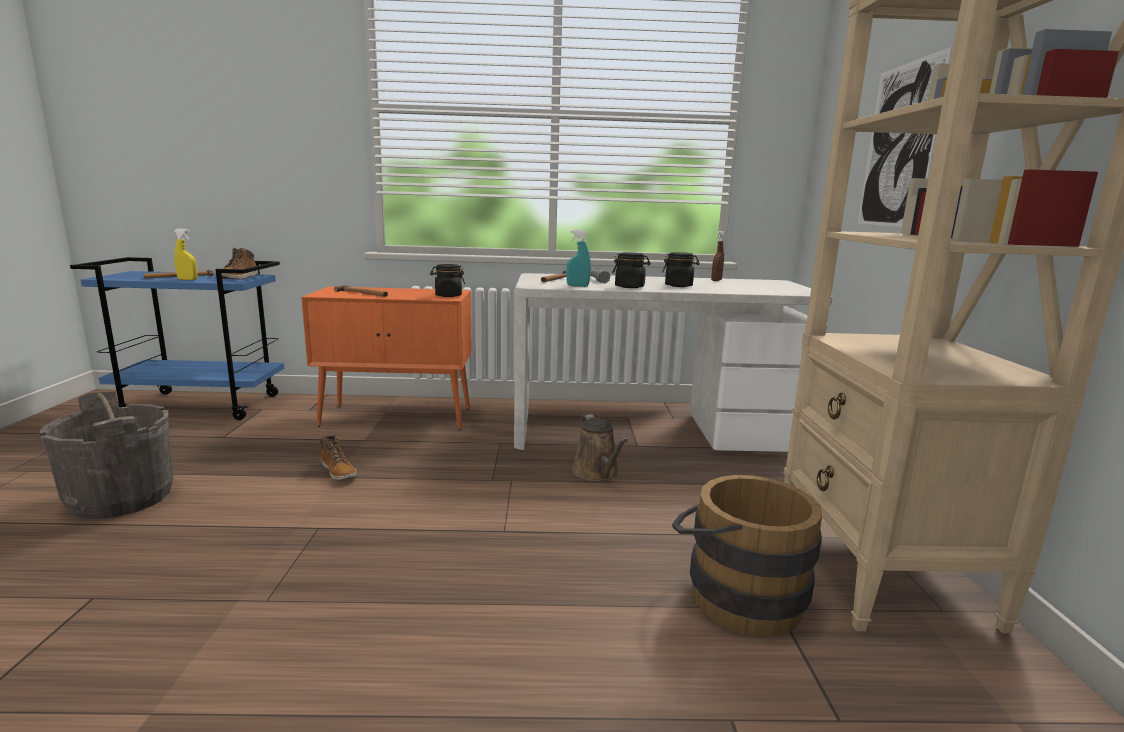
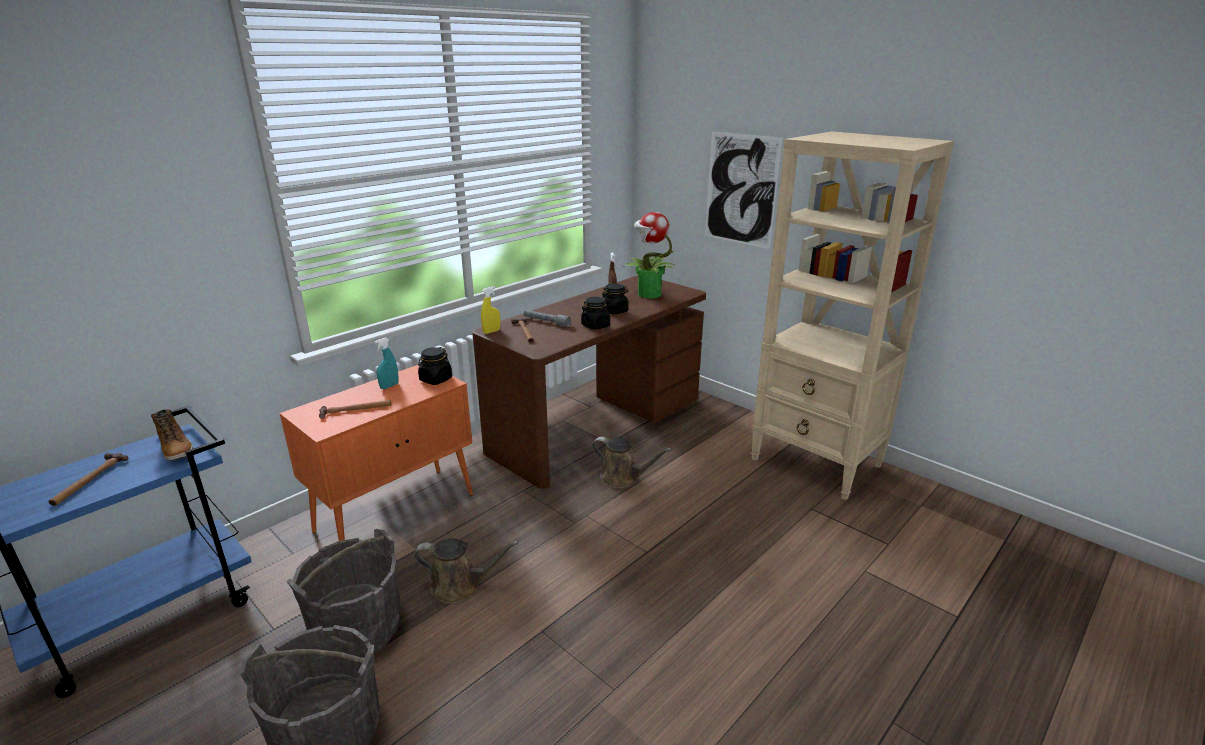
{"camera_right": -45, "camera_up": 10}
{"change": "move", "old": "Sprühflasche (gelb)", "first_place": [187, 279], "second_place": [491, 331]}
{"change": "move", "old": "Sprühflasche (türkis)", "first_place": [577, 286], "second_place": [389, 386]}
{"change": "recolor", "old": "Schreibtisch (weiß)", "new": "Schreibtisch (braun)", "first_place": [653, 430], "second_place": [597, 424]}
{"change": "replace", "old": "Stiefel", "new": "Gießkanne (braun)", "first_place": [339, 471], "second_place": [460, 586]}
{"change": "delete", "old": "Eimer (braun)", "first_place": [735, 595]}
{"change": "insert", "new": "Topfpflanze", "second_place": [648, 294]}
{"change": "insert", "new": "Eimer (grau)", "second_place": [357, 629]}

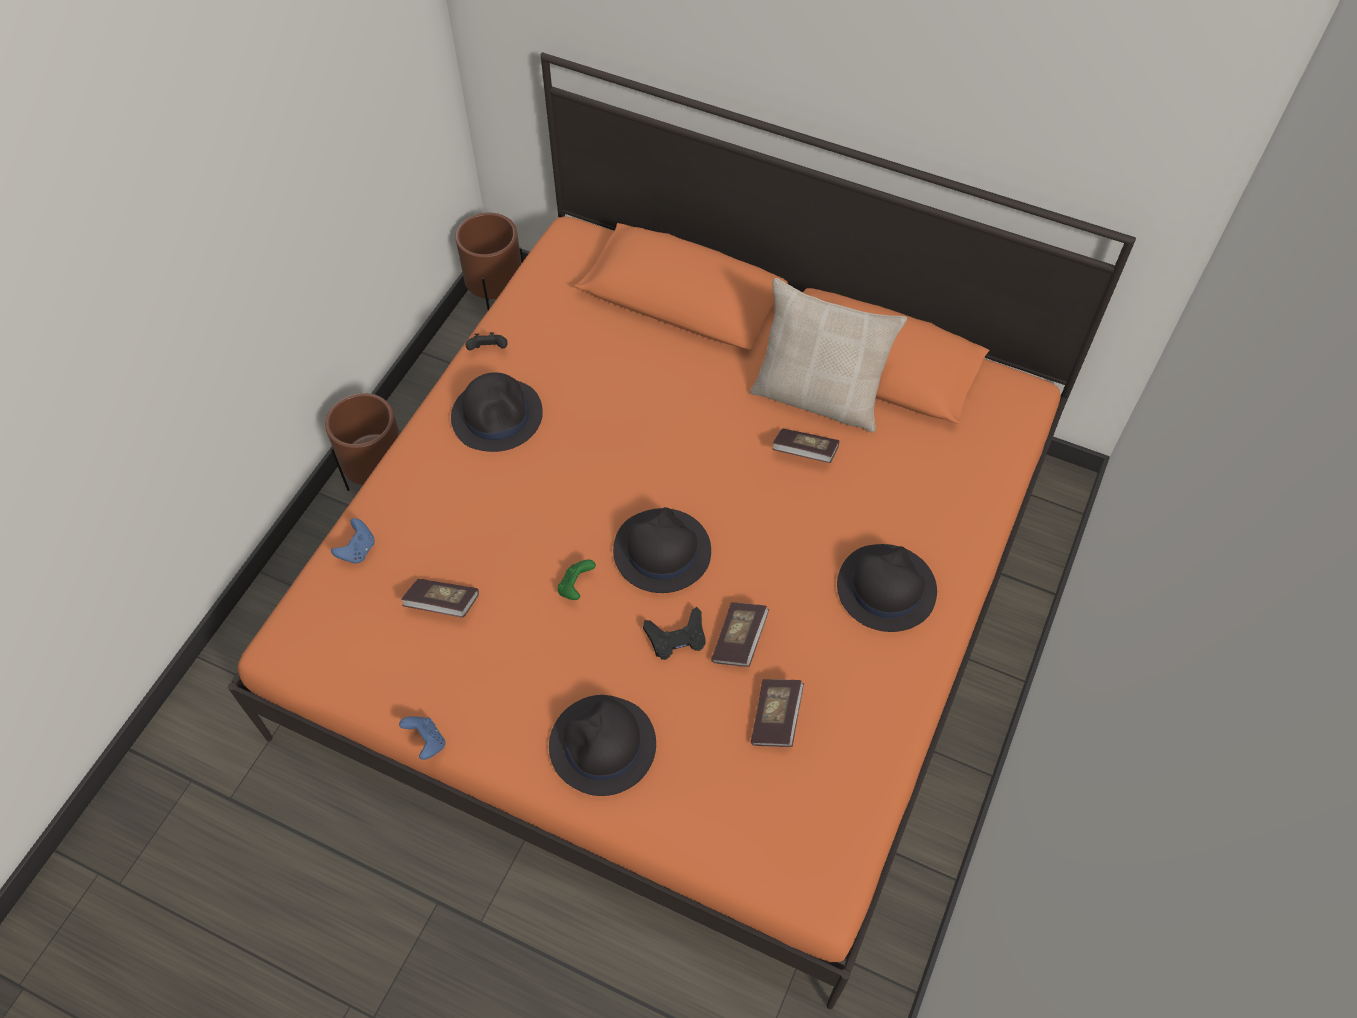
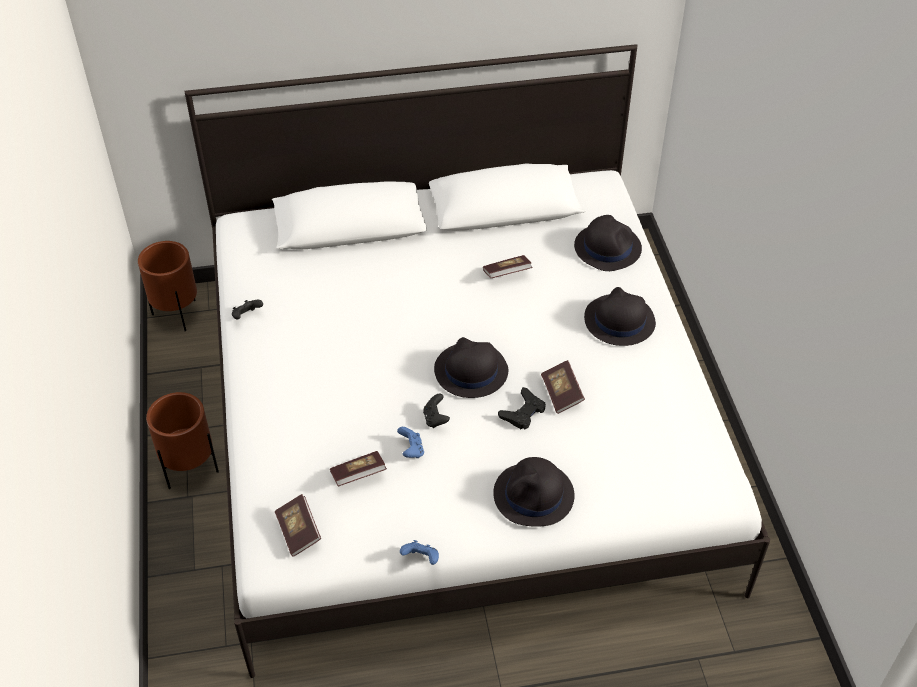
{"camera_right": -35, "camera_up": -10}
{"change": "recolor", "old": "Bett (orange)", "new": "Bett (weiß)", "first_place": [679, 590], "second_place": [459, 423]}
{"change": "delete", "old": "Kissen (beige)", "first_place": [818, 397]}
{"change": "move", "old": "Hut (schwarz)", "first_place": [497, 415], "second_place": [607, 247]}
{"change": "move", "old": "Gamepad (blau)", "first_place": [358, 550], "second_place": [411, 450]}
{"change": "recolor", "old": "Gamepad (grün)", "new": "Gamepad (schwarz)", "first_place": [576, 587], "second_place": [435, 419]}
{"change": "move", "old": "Buch", "first_place": [776, 718], "second_place": [298, 532]}

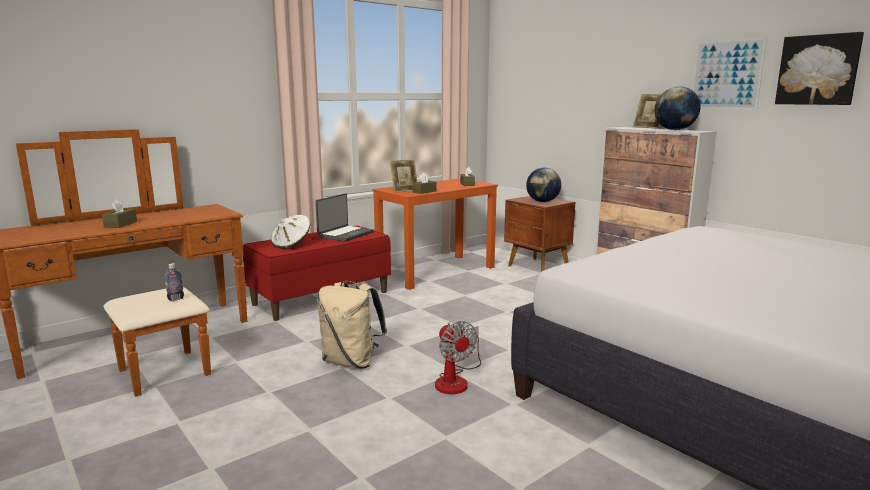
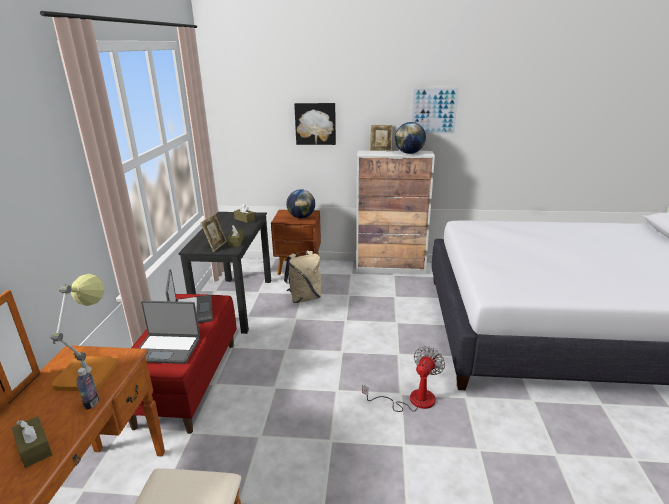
{"camera_right": -45, "camera_up": 10}
{"change": "move", "old": "Bild", "first_place": [818, 70], "second_place": [315, 123]}
{"change": "recolor", "old": "Schreibtisch (orange)", "new": "Schreibtisch (schwarz)", "first_place": [436, 271], "second_place": [236, 303]}
{"change": "replace", "old": "Hut (weiß)", "new": "Laptop", "first_place": [291, 244], "second_place": [167, 349]}
{"change": "move", "old": "Flasche", "first_place": [176, 299], "second_place": [92, 404]}
{"change": "move", "old": "Rucksack (beige)", "first_place": [351, 362], "second_place": [304, 298]}
{"change": "rotate", "old": "Ventilator", "first_place": [456, 380], "second_place": [412, 400], "degrees": -75}
{"change": "insert", "new": "Tischlampe", "second_place": [91, 369]}

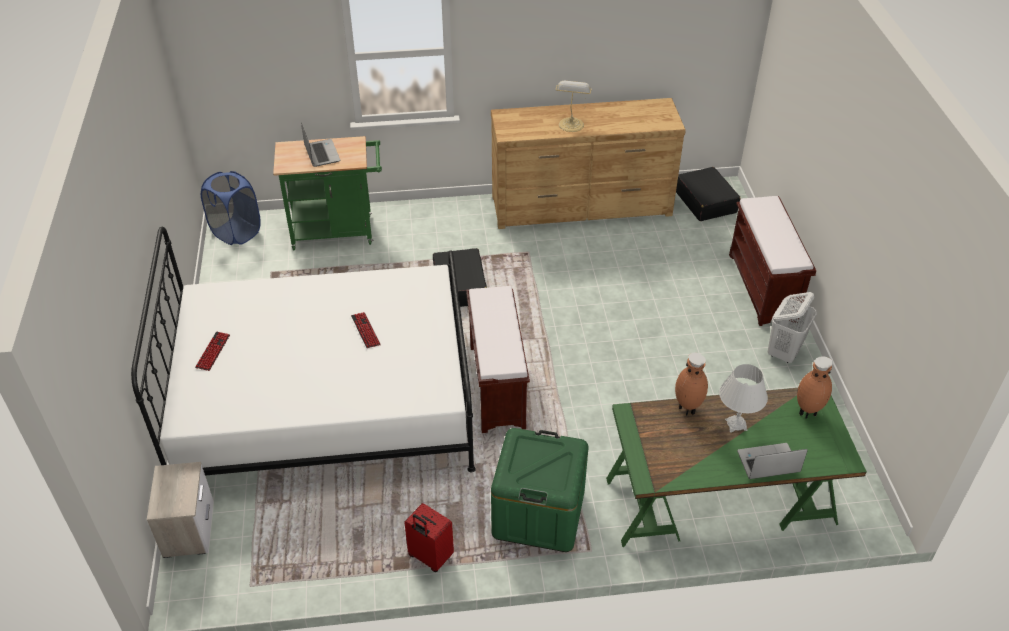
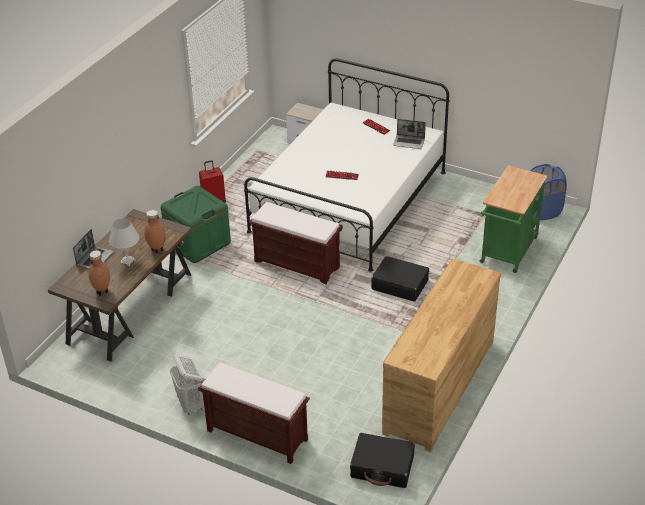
{"camera_right": 125, "camera_up": -5}
{"change": "delete", "old": "Tischlampe", "first_place": [571, 124]}
{"change": "move", "old": "Laptop", "first_place": [321, 154], "second_place": [409, 142]}
{"change": "recolor", "old": "Schreibtisch (grün)", "new": "Schreibtisch (braun)", "first_place": [720, 502], "second_place": [130, 308]}

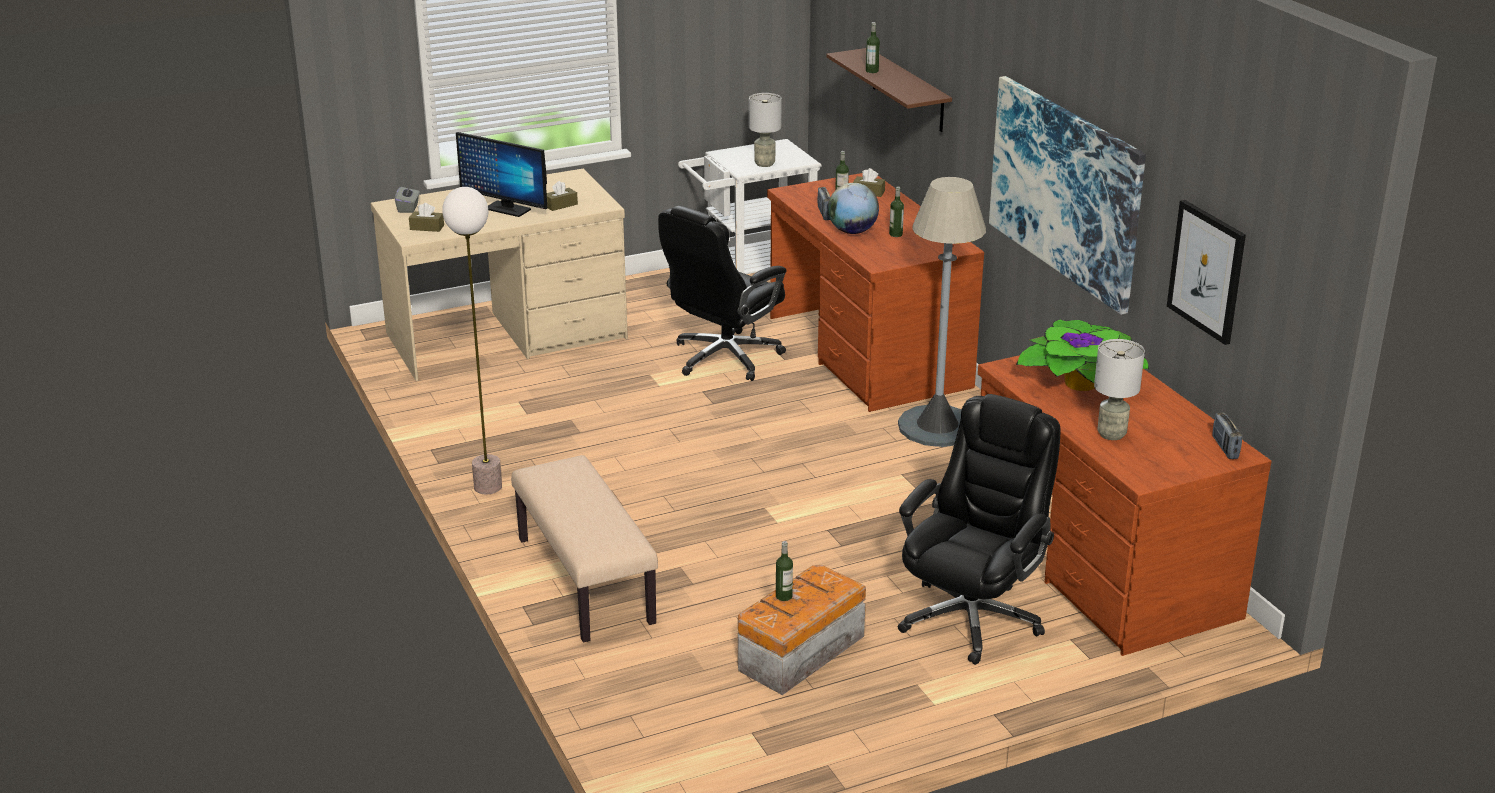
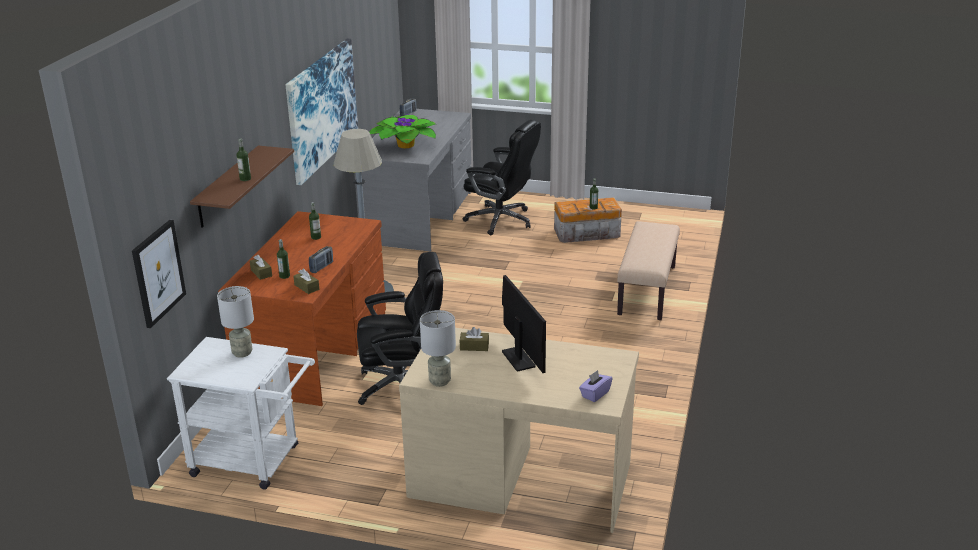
{"camera_right": -140, "camera_up": 0}
{"change": "delete", "old": "Globus", "first_place": [852, 231]}
{"change": "recolor", "old": "Taschentuchbox (grau)", "new": "Taschentuchbox (lila)", "first_place": [408, 208], "second_place": [595, 394]}
{"change": "delete", "old": "Stehlampe", "first_place": [487, 487]}
{"change": "move", "old": "Bild", "first_place": [1207, 271], "second_place": [158, 273]}
{"change": "move", "old": "Taschentuchbox (braun)", "first_place": [427, 227], "second_place": [306, 287]}
{"change": "move", "old": "Tischlampe (grau)", "first_place": [1111, 434], "second_place": [439, 381]}
{"change": "recolor", "old": "Schreibtisch (braun)", "new": "Schreibtisch (grau)", "first_place": [1100, 565], "second_place": [419, 217]}
{"change": "rotate", "old": "Bürostuhl (schwarz)", "first_place": [972, 617], "second_place": [501, 220], "degrees": -135}

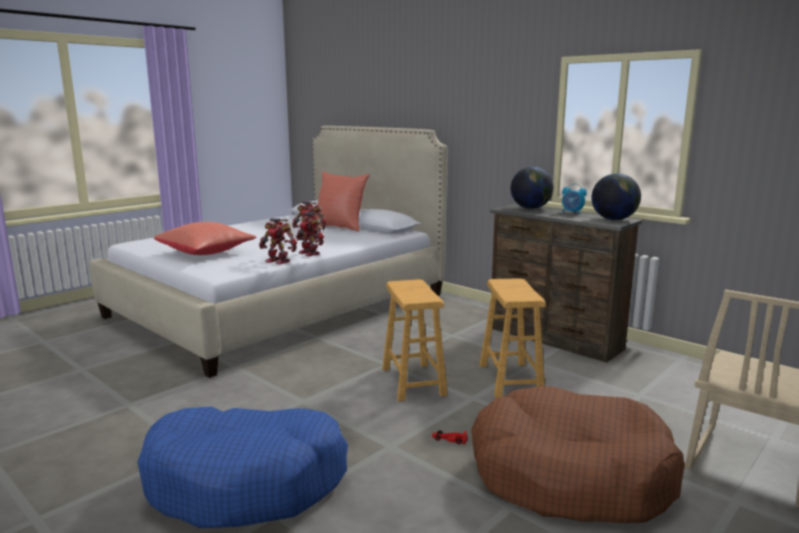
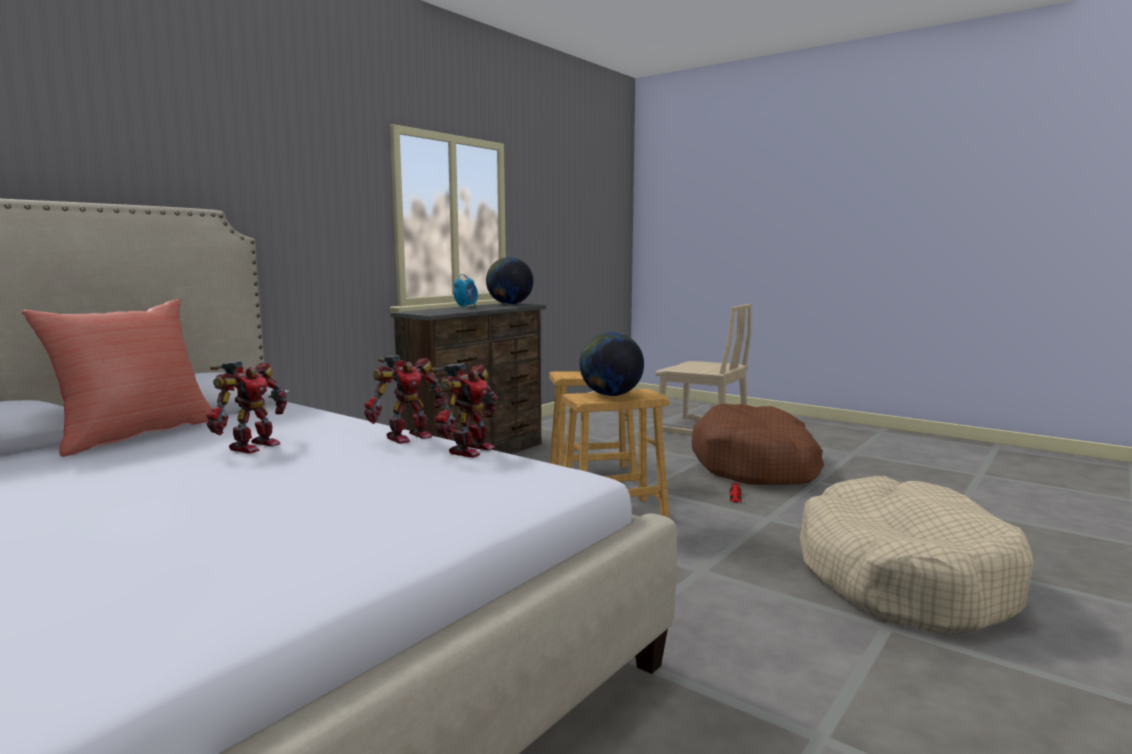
{"camera_right": -95, "camera_up": -5}
{"change": "move", "old": "Globus", "first_place": [530, 208], "second_place": [610, 395]}
{"change": "delete", "old": "Kissen (rot)", "first_place": [206, 253]}
{"change": "recolor", "old": "Hundebett (blau)", "new": "Hundebett (beige)", "first_place": [247, 481], "second_place": [902, 578]}

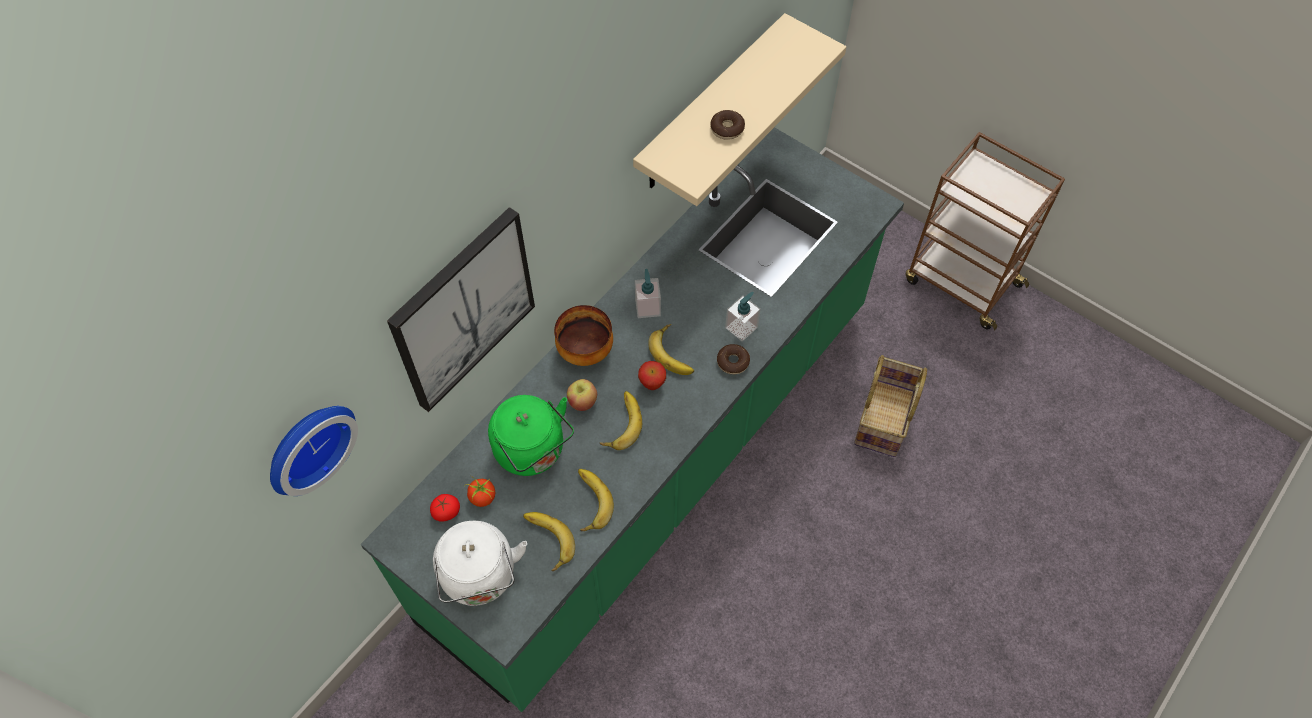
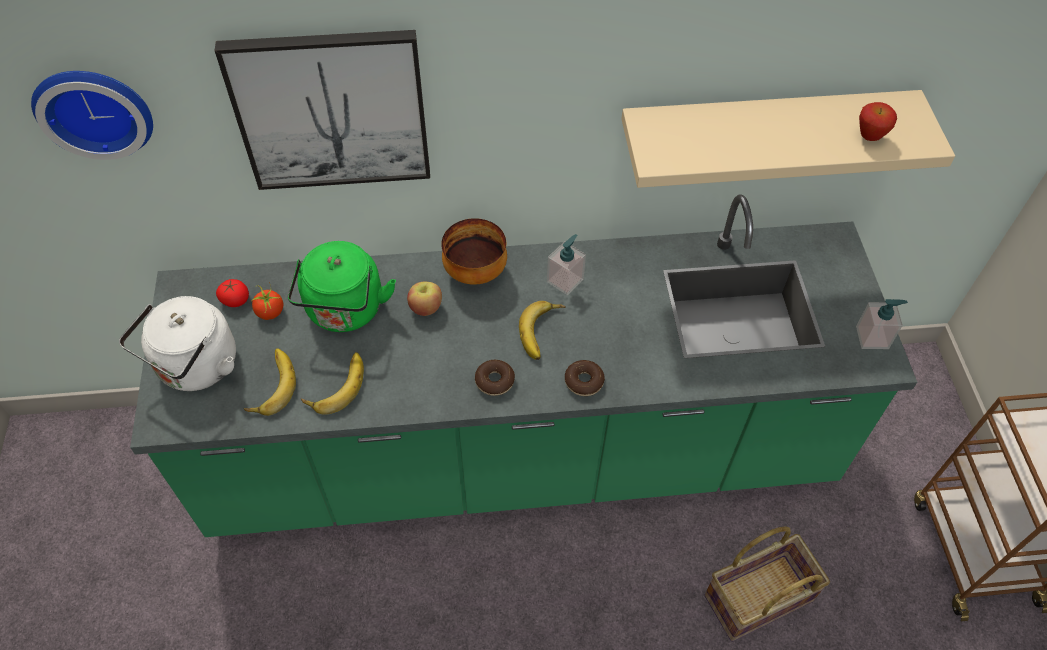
{"camera_right": 45, "camera_up": -5}
{"change": "move", "old": "Donut", "first_place": [727, 129], "second_place": [494, 381]}
{"change": "move", "old": "Seifenspender", "first_place": [741, 327], "second_place": [872, 337]}
{"change": "move", "old": "Apfel", "first_place": [652, 384], "second_place": [869, 137]}
{"change": "delete", "old": "Banane", "first_place": [620, 423]}

